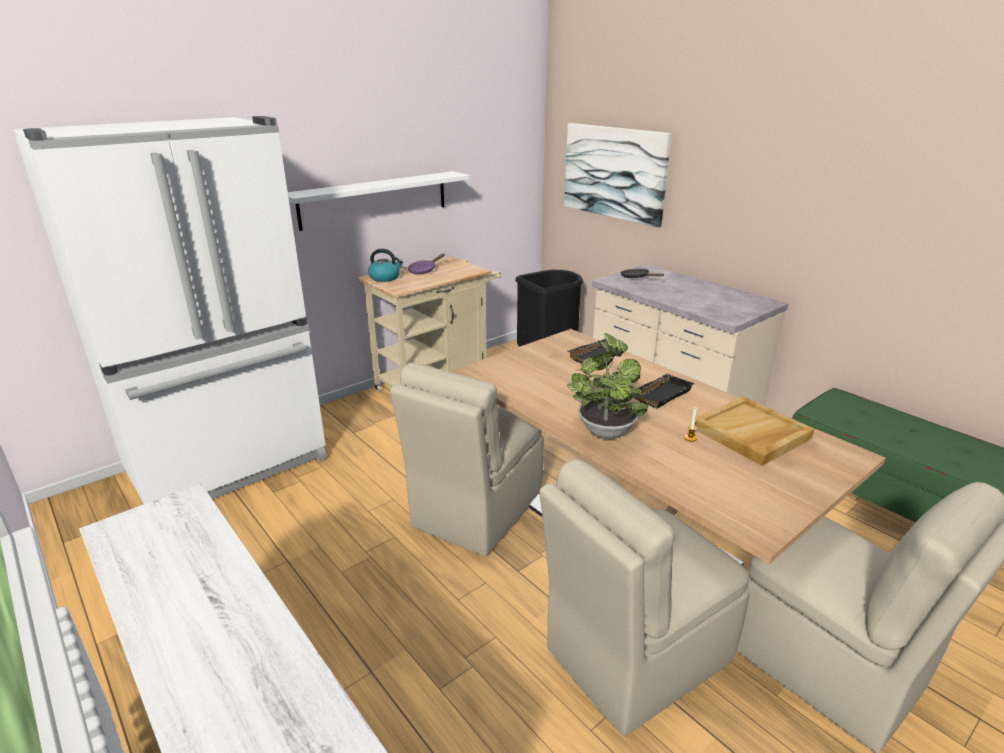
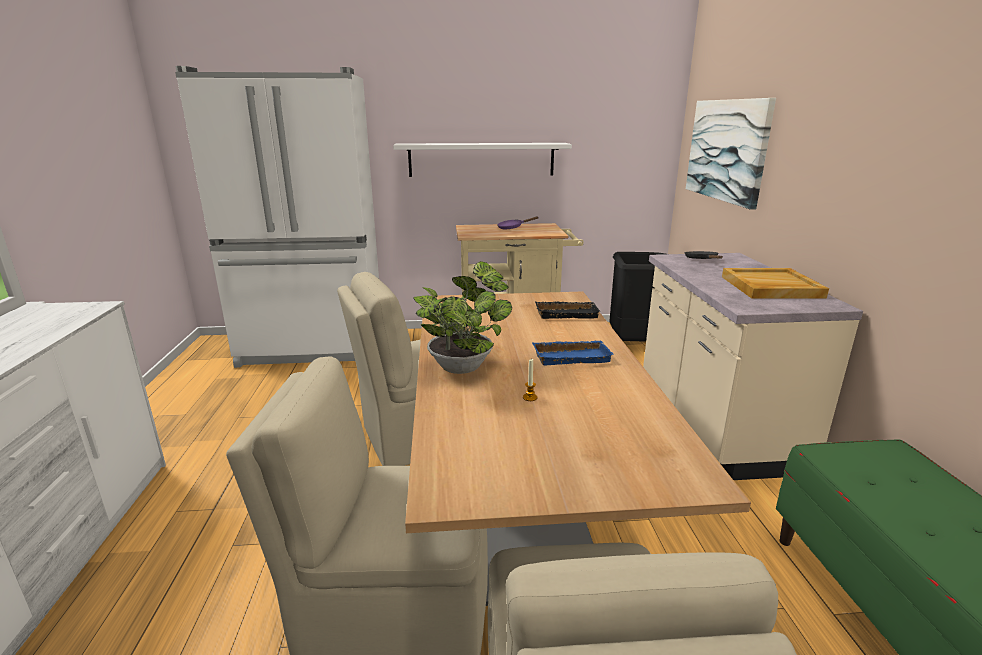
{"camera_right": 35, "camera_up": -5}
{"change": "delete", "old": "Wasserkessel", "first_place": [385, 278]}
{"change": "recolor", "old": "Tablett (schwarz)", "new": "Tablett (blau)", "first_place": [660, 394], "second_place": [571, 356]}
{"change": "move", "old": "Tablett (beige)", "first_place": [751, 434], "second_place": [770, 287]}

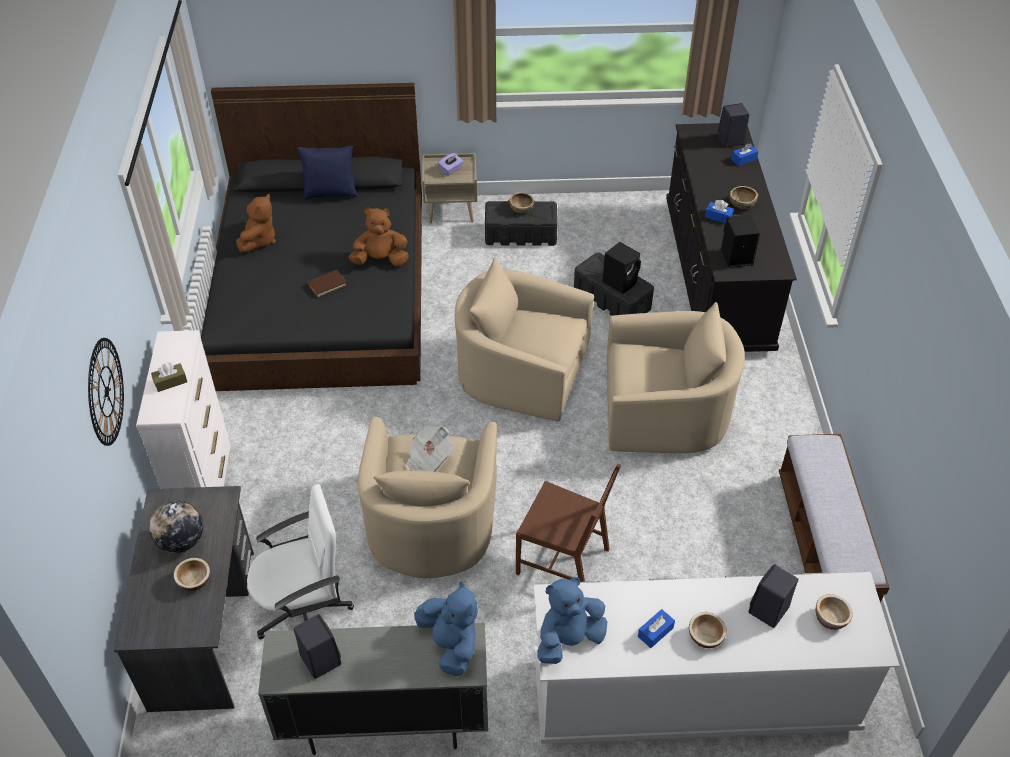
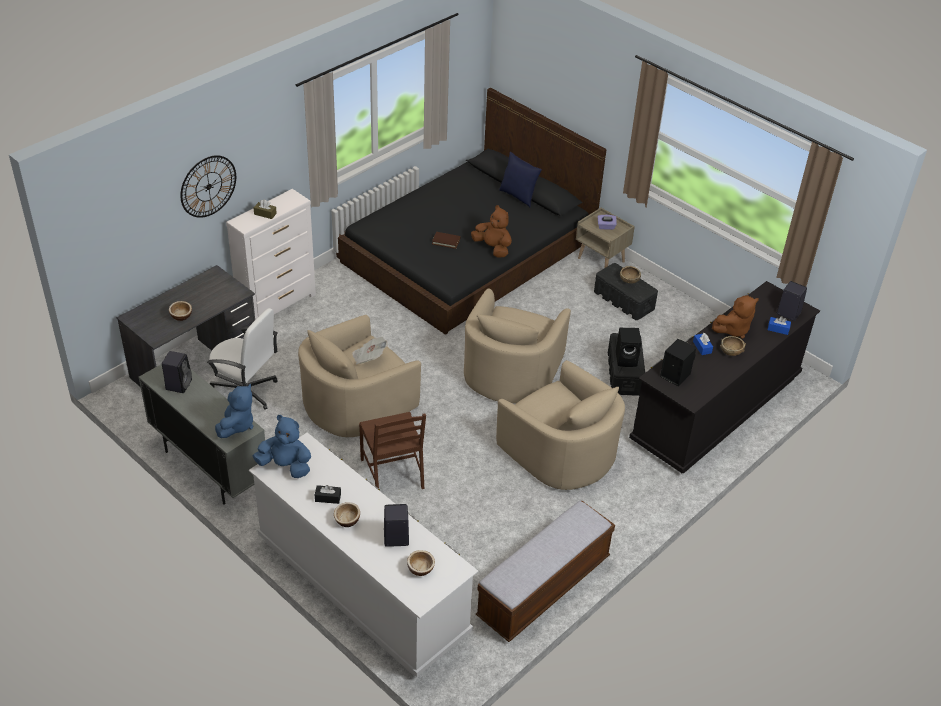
{"camera_right": 45, "camera_up": -5}
{"change": "move", "old": "Plüschtier (braun)", "first_place": [259, 240], "second_place": [733, 330]}
{"change": "rotate", "old": "Sessel (beige)", "first_place": [521, 373], "second_place": [510, 371], "degrees": -135}
{"change": "delete", "old": "Globus", "first_place": [181, 541]}
{"change": "recolor", "old": "Taschentuchbox (blau)", "new": "Taschentuchbox (schwarz)", "first_place": [655, 632], "second_place": [328, 498]}

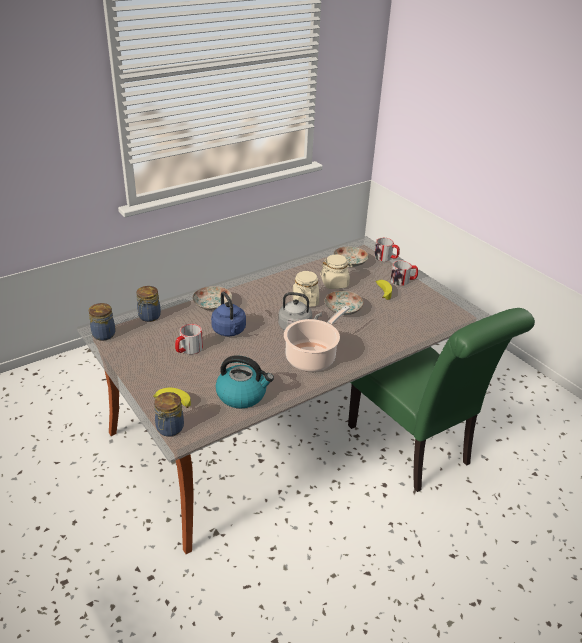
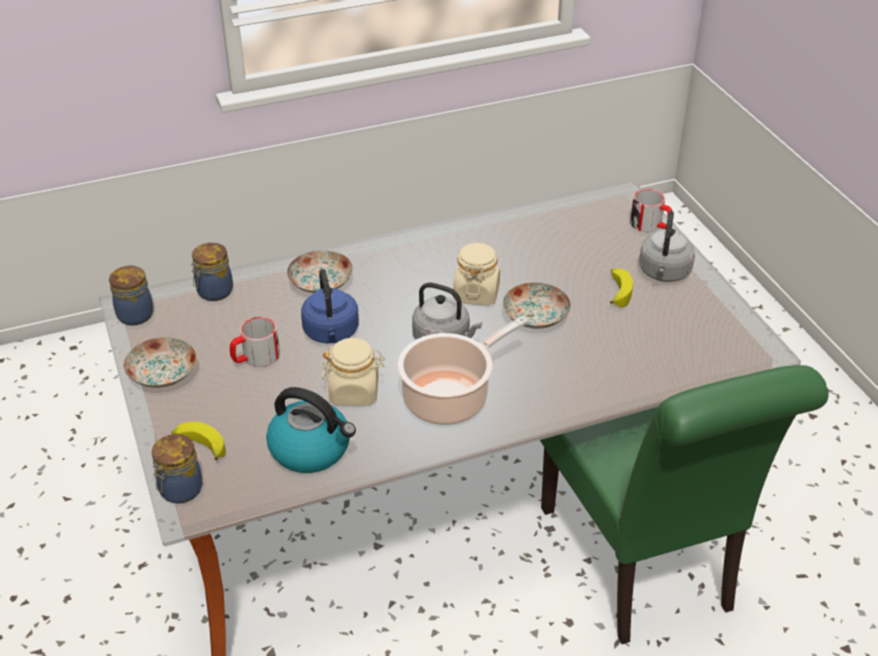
{"camera_right": 15, "camera_up": 5}
{"change": "move", "old": "Teller", "first_place": [349, 262], "second_place": [161, 374]}
{"change": "move", "old": "Vorratsglas (beige)", "first_place": [335, 283], "second_place": [354, 391]}
{"change": "replace", "old": "Henkelbecher", "new": "Wasserkessel (grau)", "first_place": [403, 280], "second_place": [664, 273]}

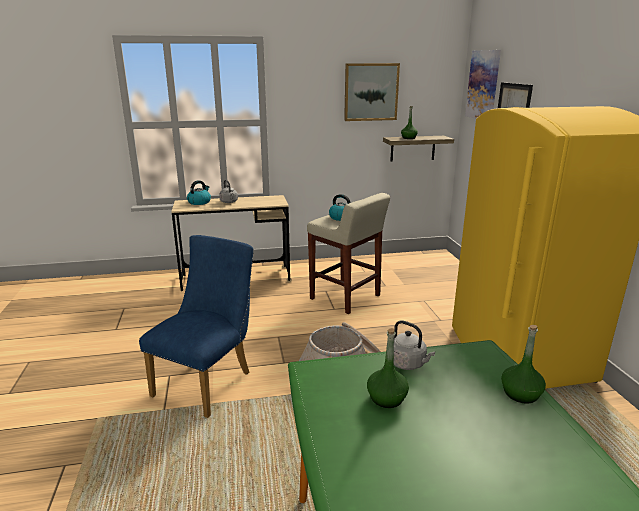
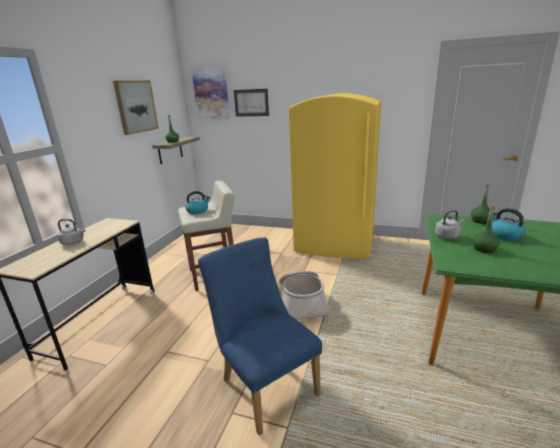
{"camera_right": -60, "camera_up": 0}
{"change": "move", "old": "Wasserkessel", "first_place": [199, 202], "second_place": [505, 235]}

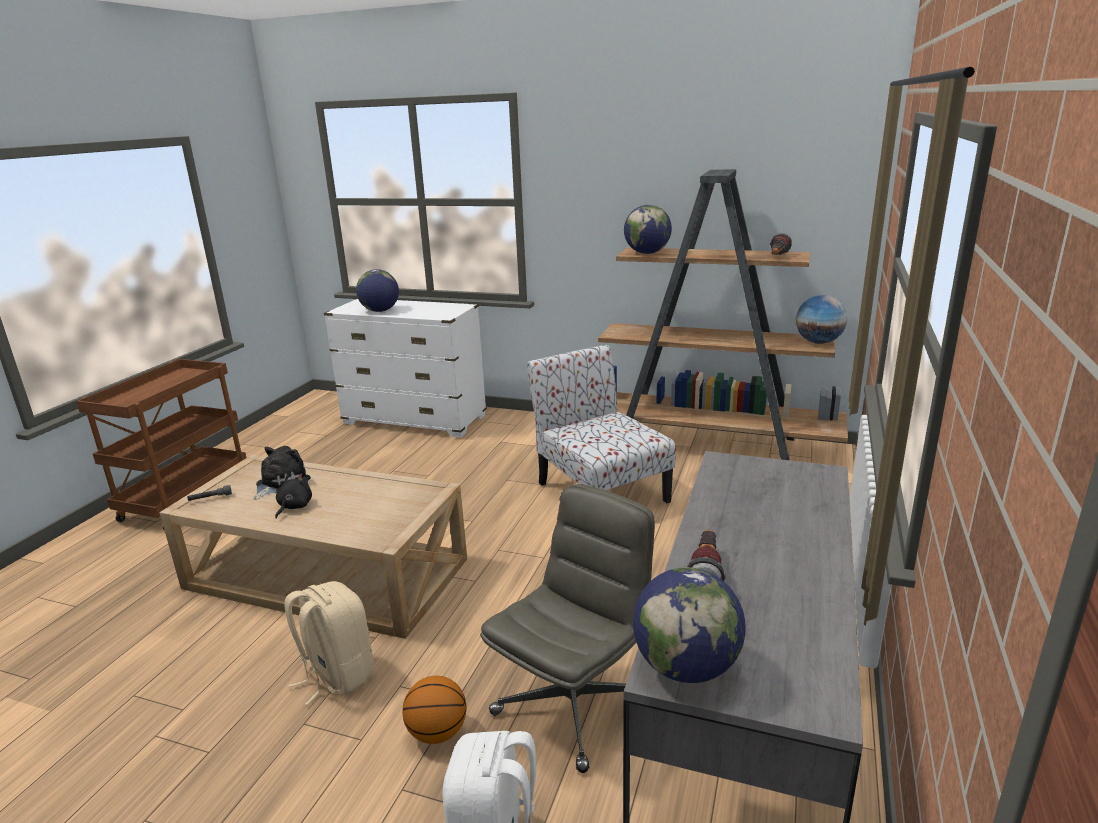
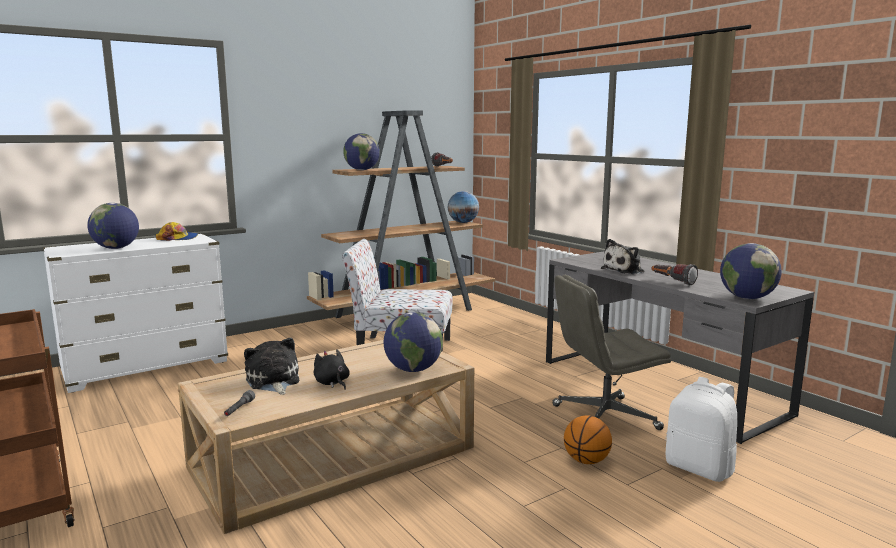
{"camera_right": -55, "camera_up": -10}
{"change": "rotate", "old": "Bürostuhl (grau)", "first_place": [573, 704], "second_place": [604, 418], "degrees": -90}
{"change": "delete", "old": "Rucksack (beige)", "first_place": [336, 675]}
{"change": "insert", "new": "Kappe", "second_place": [178, 238]}
{"change": "insert", "new": "Plüschtier", "second_place": [624, 270]}
{"change": "insert", "new": "Globus", "second_place": [413, 370]}

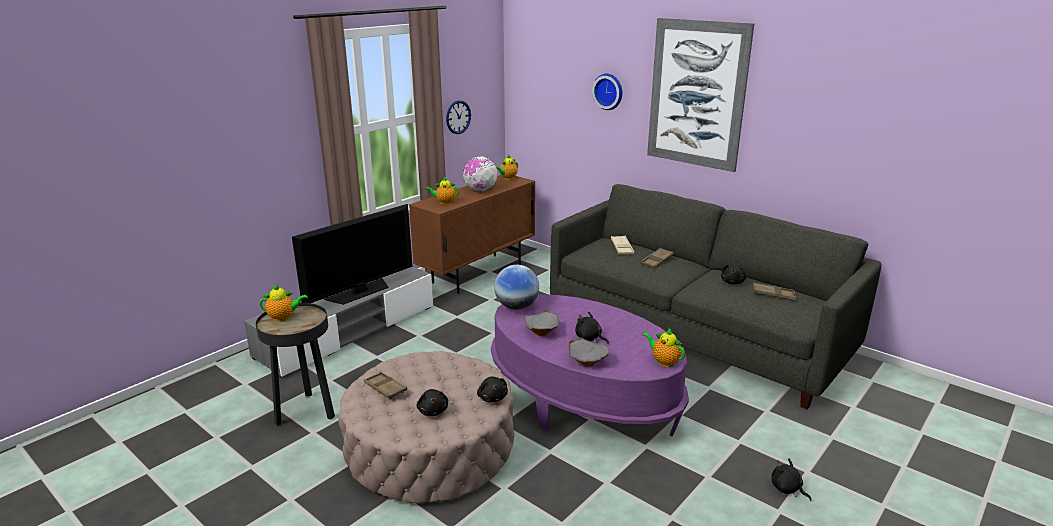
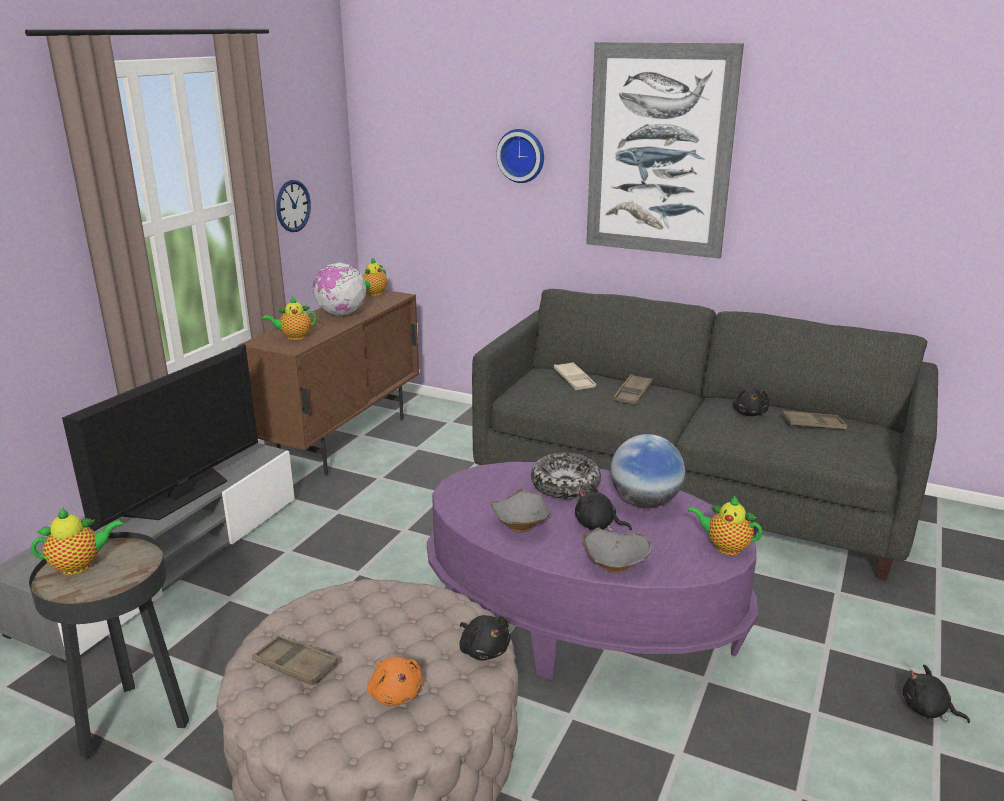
{"camera_right": -15, "camera_up": 0}
{"change": "move", "old": "Globus", "first_place": [516, 307], "second_place": [644, 502]}
{"change": "recolor", "old": "Plüschtier (schwarz)", "new": "Plüschtier (orange)", "first_place": [433, 410], "second_place": [395, 693]}
{"change": "insert", "new": "Schüssel", "second_place": [565, 485]}

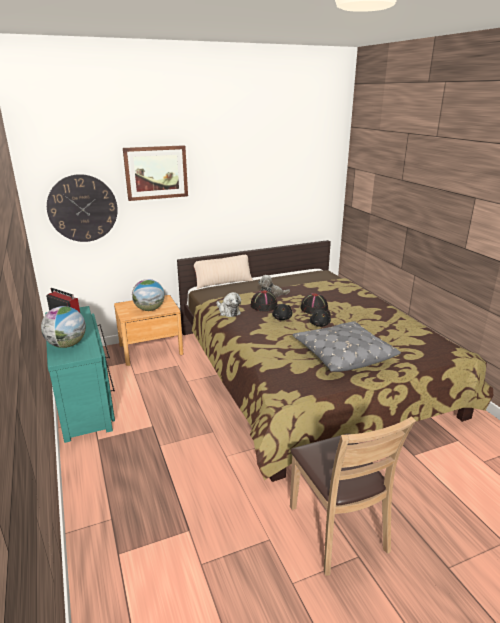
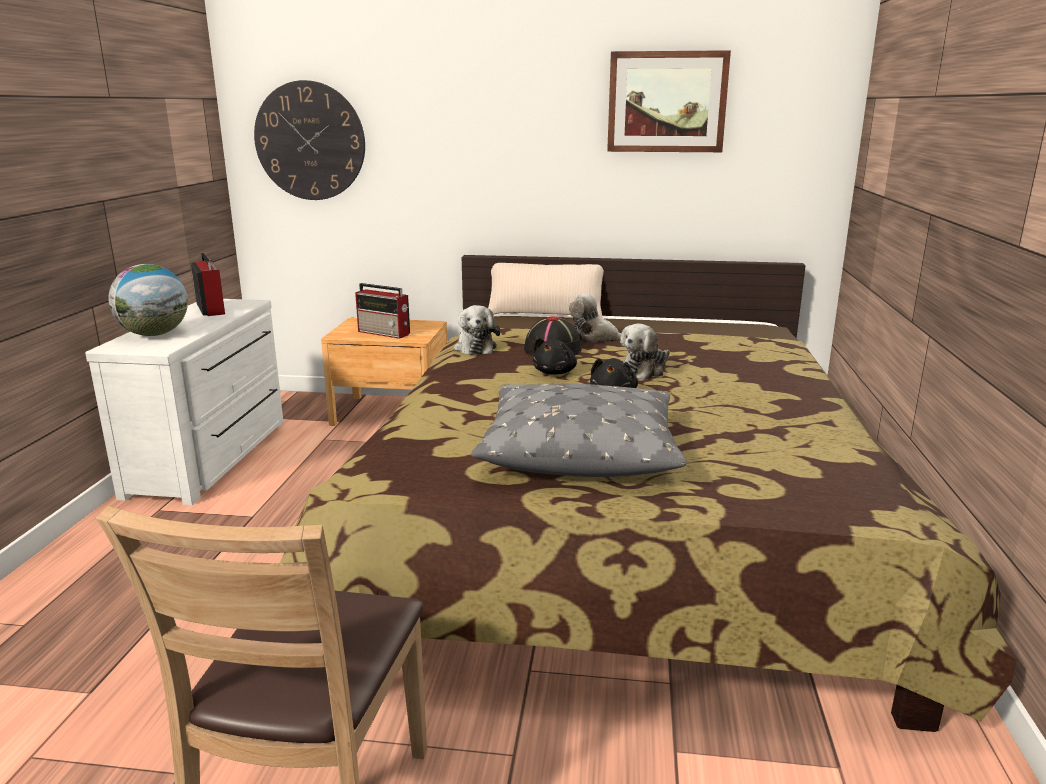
{"camera_right": 30, "camera_up": -5}
{"change": "move", "old": "Bild", "first_place": [156, 172], "second_place": [666, 102]}
{"change": "replace", "old": "Globus", "new": "Radio", "first_place": [149, 309], "second_place": [385, 333]}
{"change": "replace", "old": "Hut (schwarz)", "new": "Plüschtier", "first_place": [314, 308], "second_place": [645, 370]}
{"change": "recolor", "old": "Kommode (türkis)", "new": "Kommode (weiß)", "first_place": [86, 402], "second_place": [214, 457]}

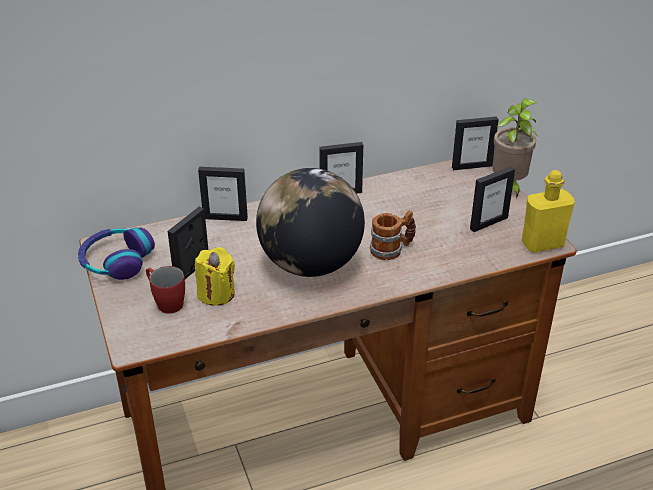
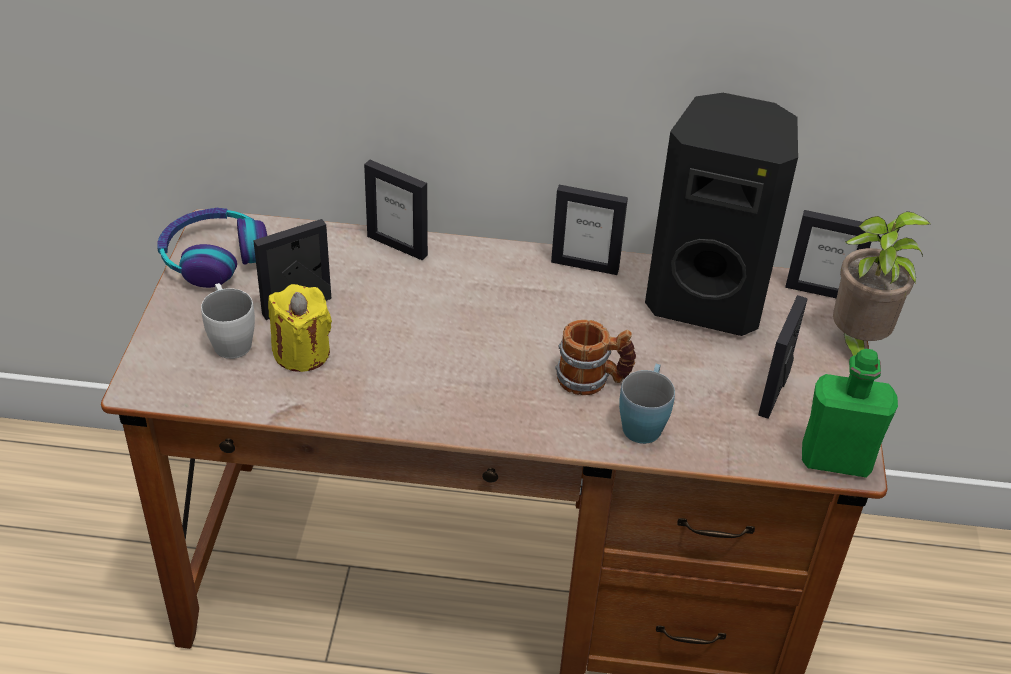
{"camera_right": 25, "camera_up": 5}
{"change": "rotate", "old": "Bilderrahmen", "first_place": [488, 223], "second_place": [774, 393], "degrees": 120}
{"change": "delete", "old": "Globus", "first_place": [311, 264]}
{"change": "recolor", "old": "Flasche (gelb)", "new": "Flasche (grün)", "first_place": [542, 244], "second_place": [835, 460]}
{"change": "recolor", "old": "Henkelbecher (rot)", "new": "Henkelbecher (weiß)", "first_place": [165, 302], "second_place": [230, 339]}
{"change": "insert", "new": "Lautsprecher (schwarz)", "second_place": [707, 299]}
{"change": "insert", "new": "Henkelbecher (blau)", "second_place": [644, 421]}

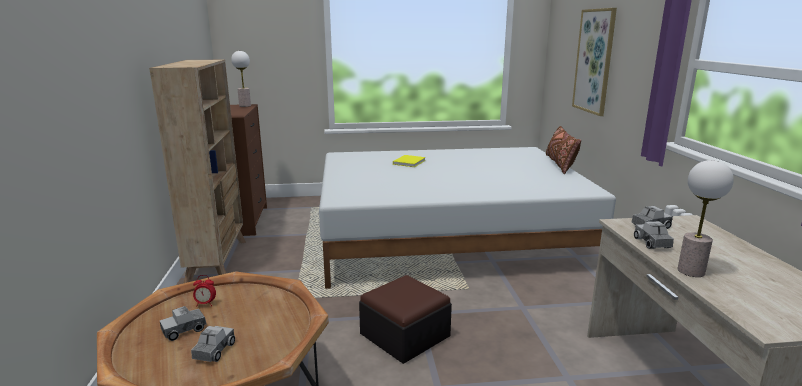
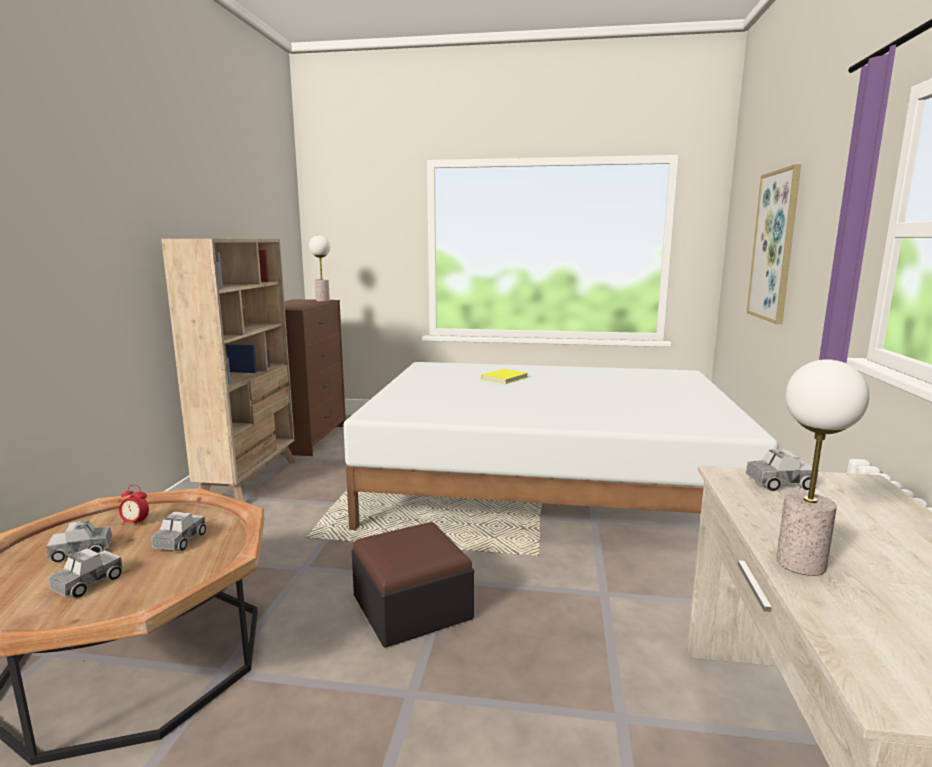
{"camera_right": 15, "camera_up": -5}
{"change": "delete", "old": "Kissen (braun)", "first_place": [560, 164]}
{"change": "move", "old": "Spielzeuglaster", "first_place": [652, 243], "second_place": [180, 541]}

